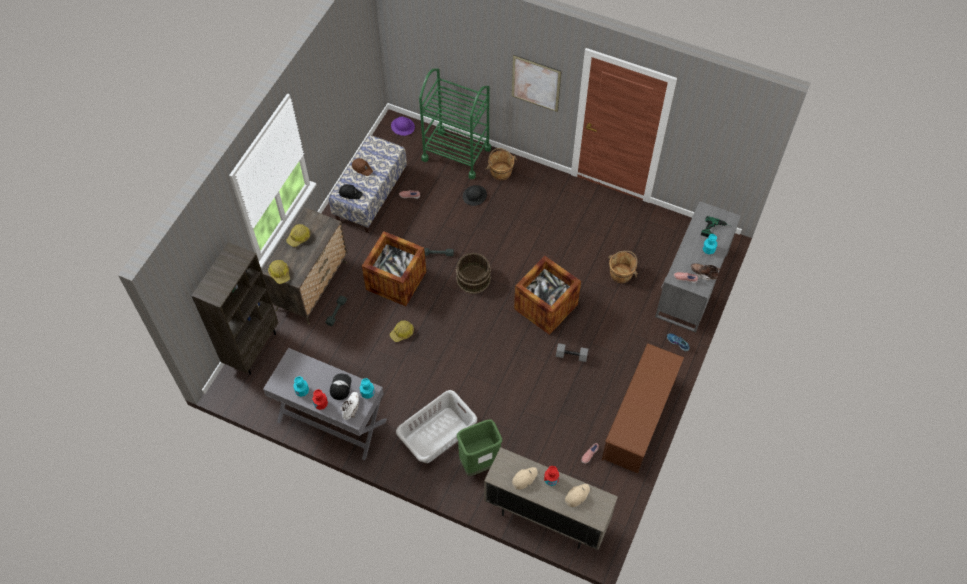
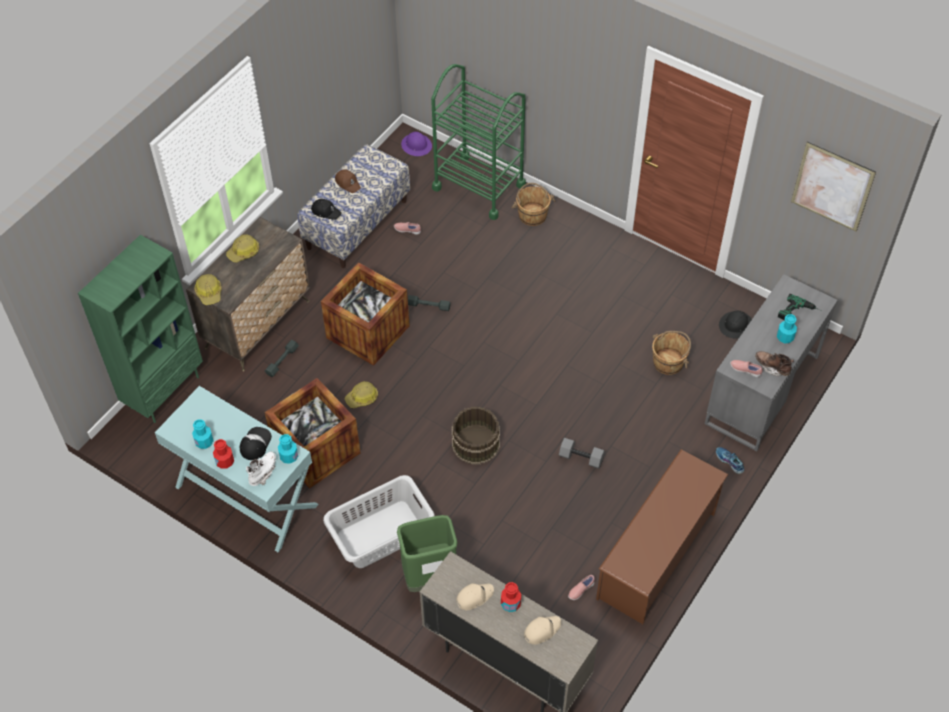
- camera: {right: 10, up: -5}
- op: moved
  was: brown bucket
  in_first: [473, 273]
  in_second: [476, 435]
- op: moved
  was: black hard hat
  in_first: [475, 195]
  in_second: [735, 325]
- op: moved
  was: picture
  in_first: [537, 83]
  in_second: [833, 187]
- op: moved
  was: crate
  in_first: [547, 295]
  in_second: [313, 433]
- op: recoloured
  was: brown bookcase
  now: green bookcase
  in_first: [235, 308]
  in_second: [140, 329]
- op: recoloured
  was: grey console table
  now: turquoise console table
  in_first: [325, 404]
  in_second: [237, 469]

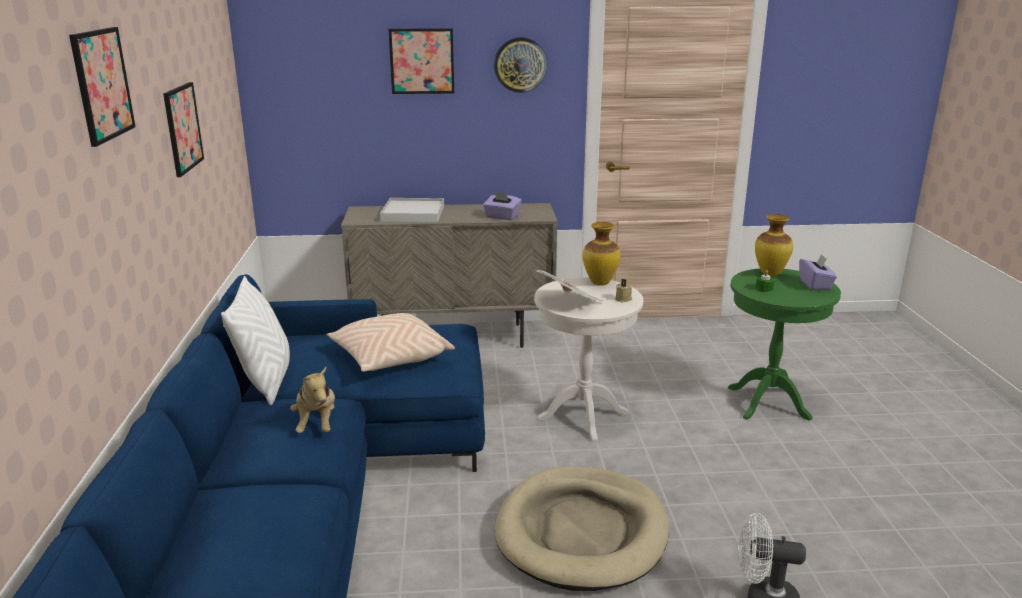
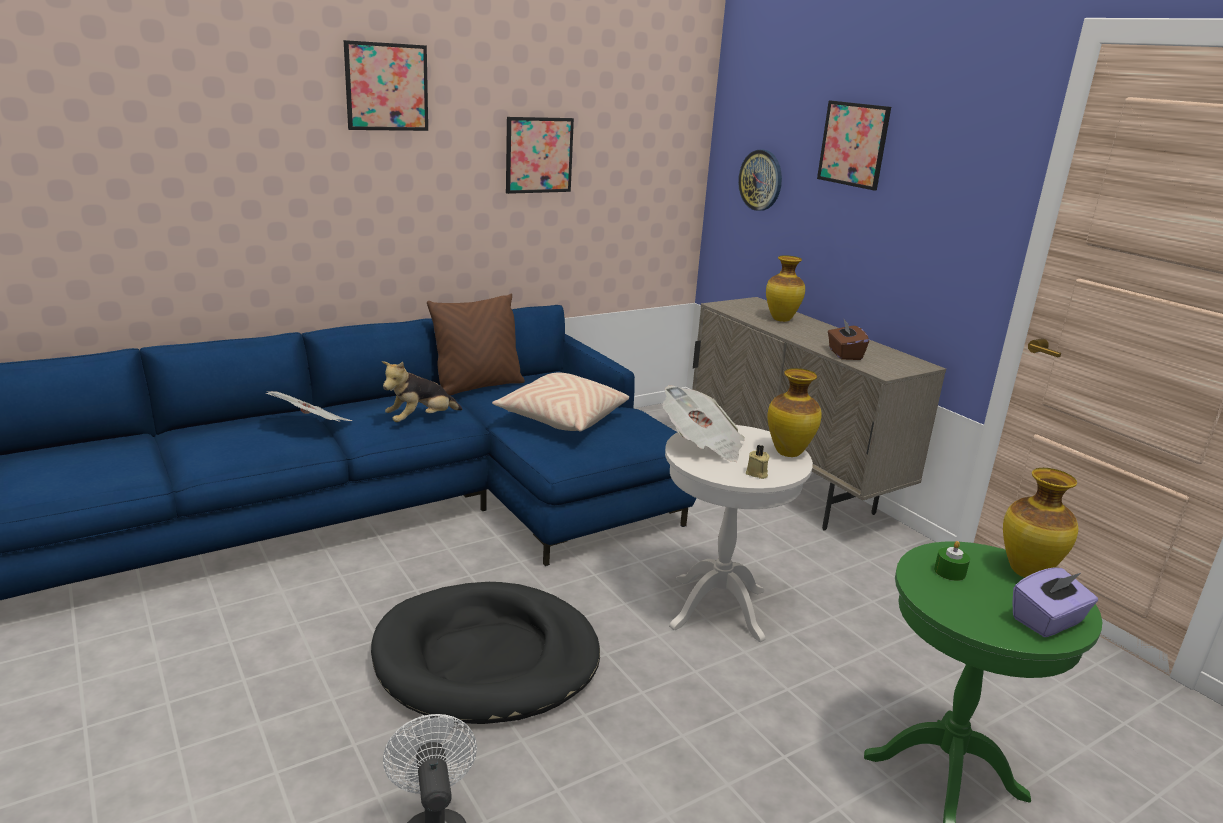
- camera: {right: 60, up: 0}
- op: added
  now: newspaper
  in_second: [309, 406]
- op: moved
  was: wall clock
  in_first: [521, 65]
  in_second: [760, 180]
- op: replaced
  was: white tray
  now: vase
  in_first: [412, 210]
  in_second: [785, 288]
- op: recoloured
  was: white pillow
  now: brown pillow
  in_first: [255, 340]
  in_second: [476, 344]
- op: recoloured
  was: purple tissue box
  now: brown tissue box
  in_first: [502, 205]
  in_second: [848, 339]
- op: recoloured
  was: beige dog bed
  now: black dog bed
  in_first: [582, 528]
  in_second: [485, 653]

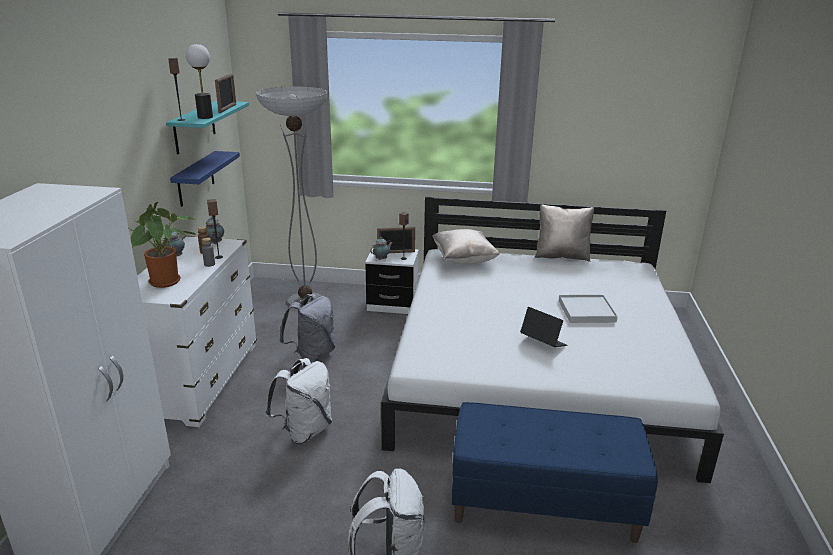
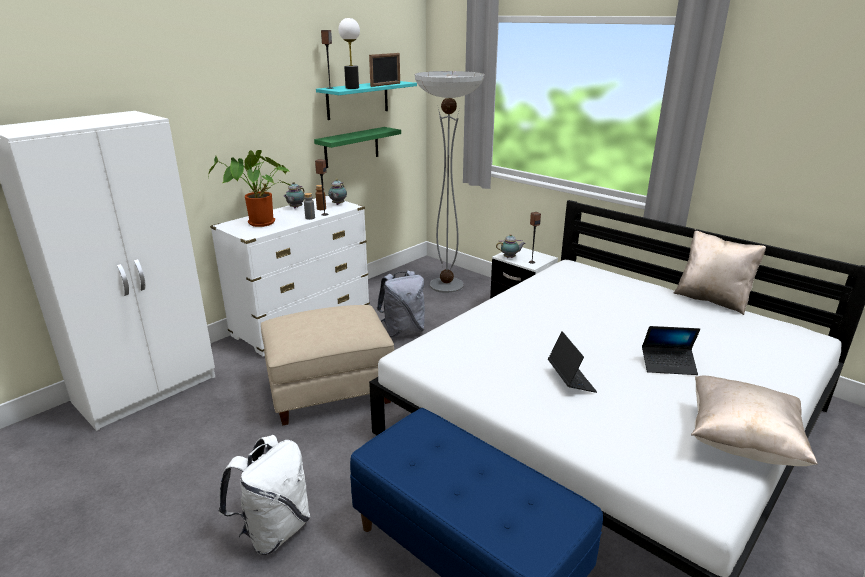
- camera: {right: 35, up: 0}
- op: removed
  was: picture frame
  in_first: [396, 240]
- op: moved
  was: beige pillow
  in_first: [466, 246]
  in_second: [754, 421]
- op: replaced
  was: white backpack
  now: beige ottoman
  in_first: [298, 401]
  in_second: [327, 365]
- op: replaced
  was: white tray
  now: laptop
  in_first: [588, 309]
  in_second: [671, 350]
- op: recoloured
  was: blue shelf
  now: green shelf
  in_first: [205, 179]
  in_second: [357, 147]

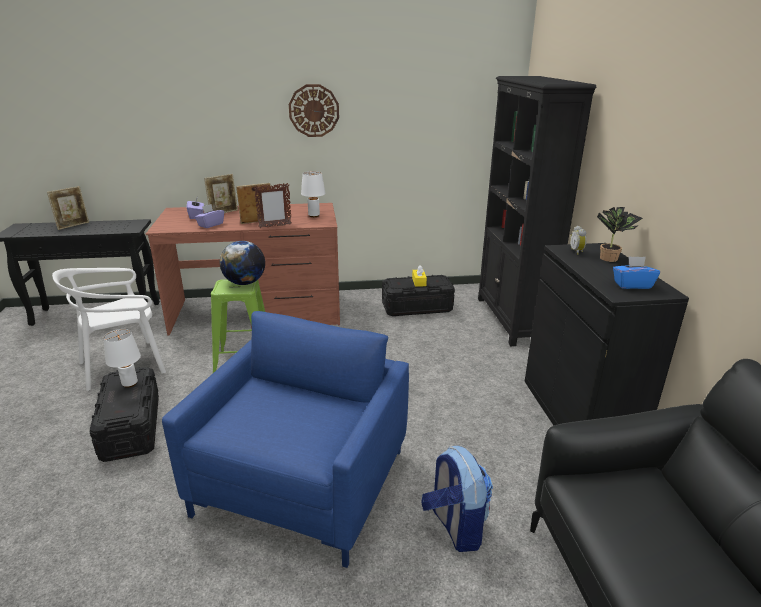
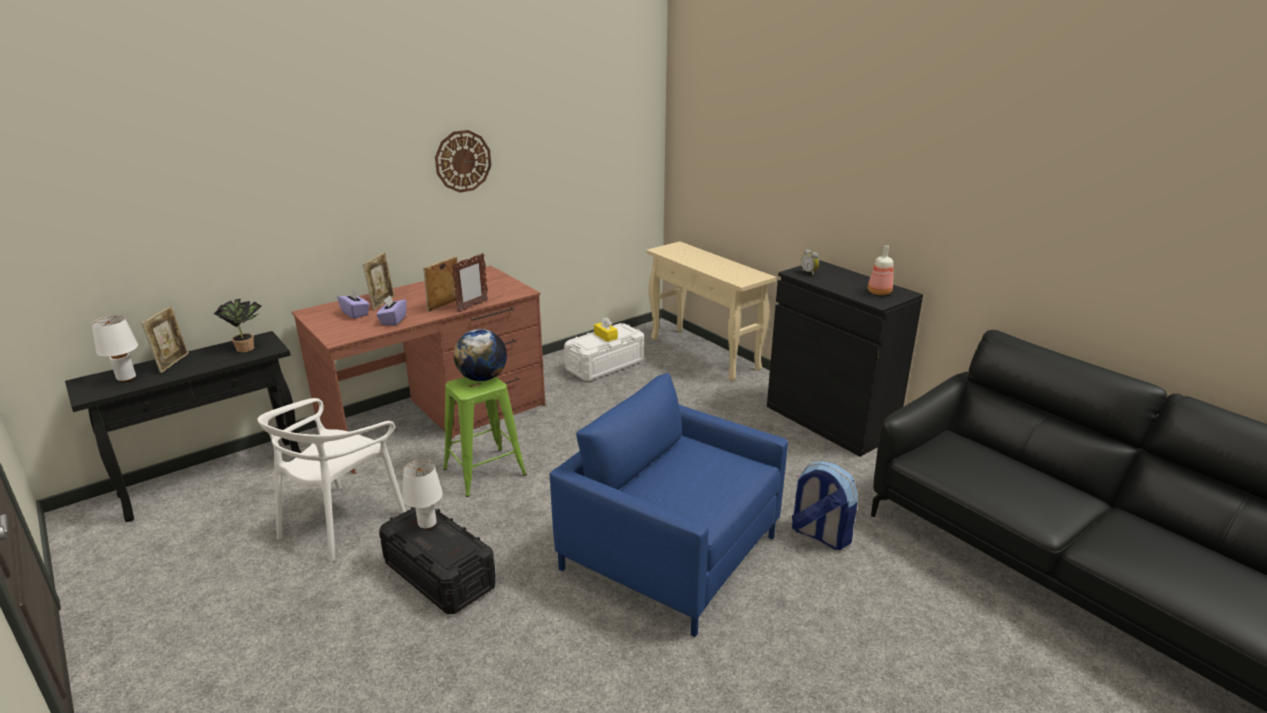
- camera: {right: -30, up: 0}
- op: moved
  was: white table lamp
  in_first: [313, 194]
  in_second: [115, 348]
- op: moved
  was: potted plant
  in_first: [620, 234]
  in_second: [237, 325]
- op: replaced
  was: black bookcase
  now: beige console table
  in_first: [537, 211]
  in_second: [711, 311]
- op: replaced
  was: blue tissue box
  now: bottle
  in_first: [636, 272]
  in_second: [880, 270]
- op: recoloured
  was: black storage box
  now: white storage box
  in_first: [418, 295]
  in_second: [604, 352]
- op: turned
  was: blue armchair
  in_first: [285, 439]
  in_second: [668, 505]
  clockwise: -45

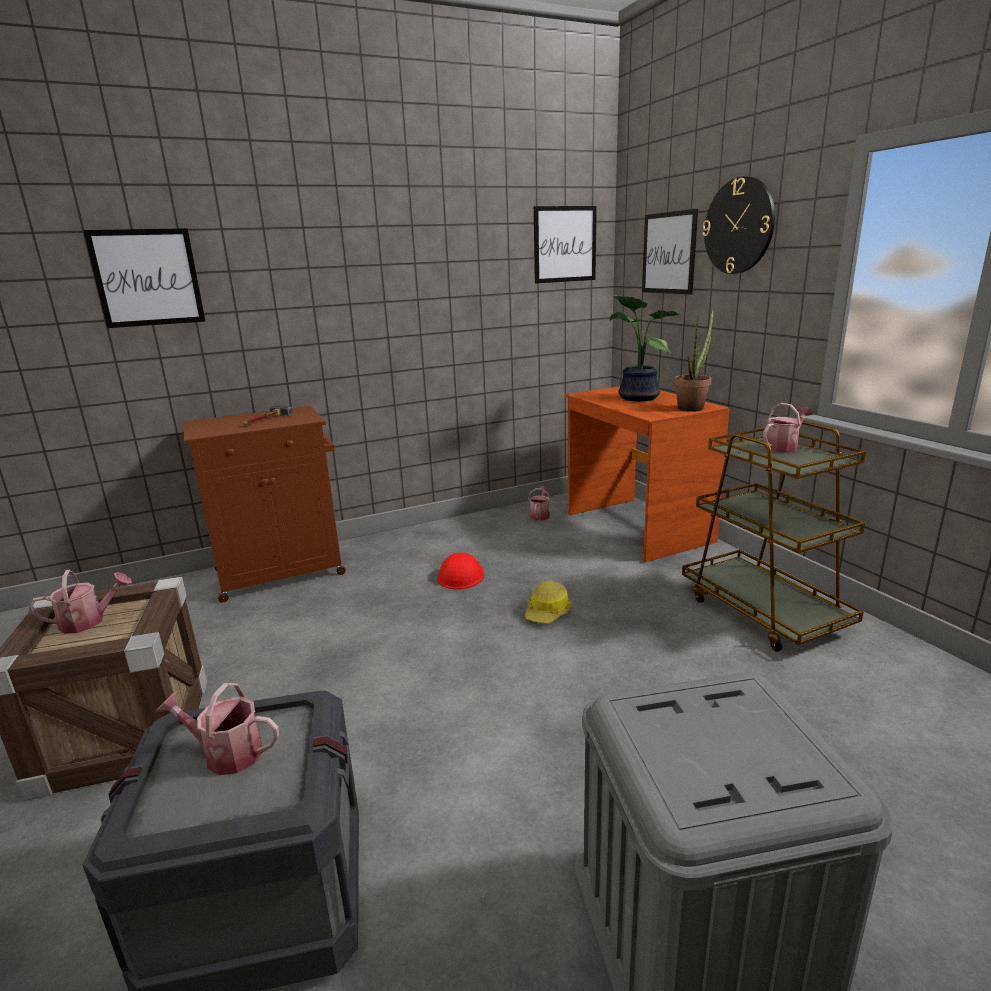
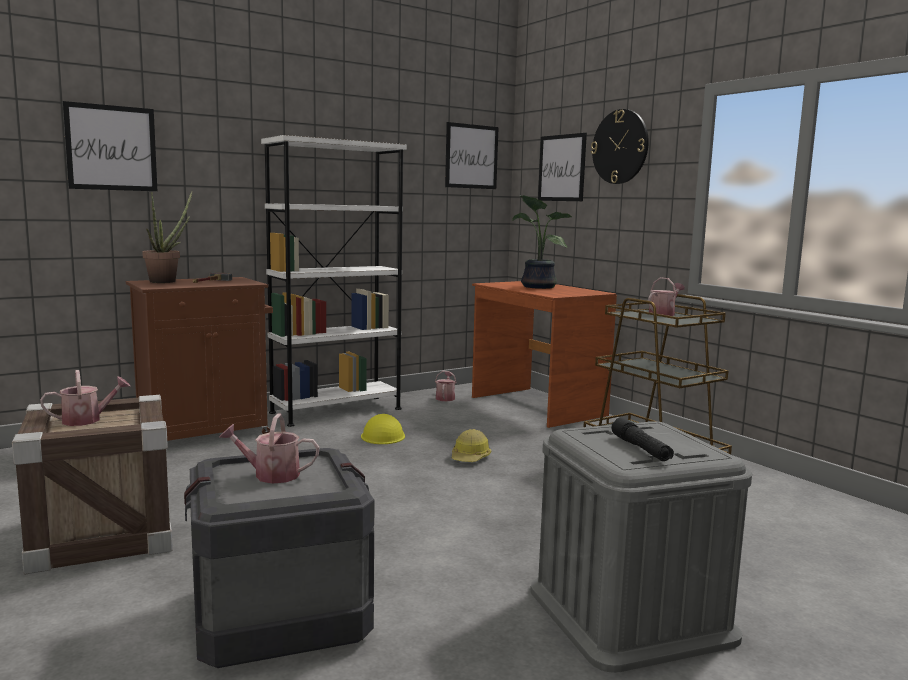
- camera: {right: -10, up: -10}
- op: added
  now: white bookcase
  in_second: [334, 281]
- op: added
  now: black flashlight
  in_second: [643, 439]
- op: moved
  was: potted plant
  in_first: [693, 360]
  in_second: [167, 237]
- op: recoloured
  was: red hard hat
  now: yellow hard hat
  in_first: [460, 570]
  in_second: [383, 429]

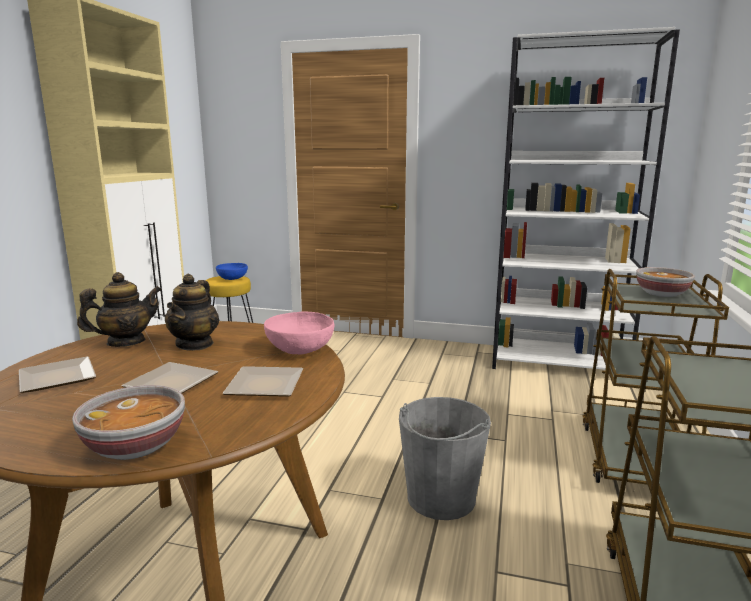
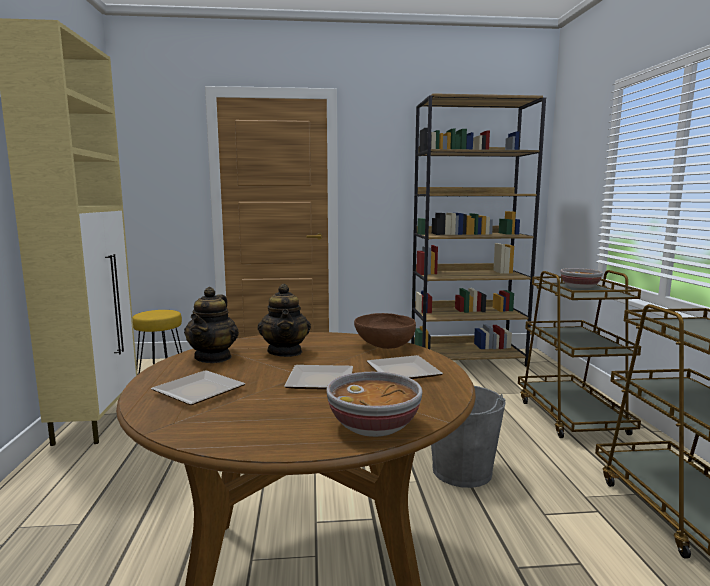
- camera: {right: -20, up: -5}
- op: removed
  was: blue bowl
  in_first: [232, 271]
- op: recoloured
  was: pink bowl
  now: brown bowl
  in_first: [299, 332]
  in_second: [385, 331]
- op: recoloured
  was: white bookcase
  now: brown bookcase
  in_first: [586, 198]
  in_second: [478, 230]
- op: turned
  was: teapot
  in_first: [119, 309]
  in_second: [211, 325]
  clockwise: 150

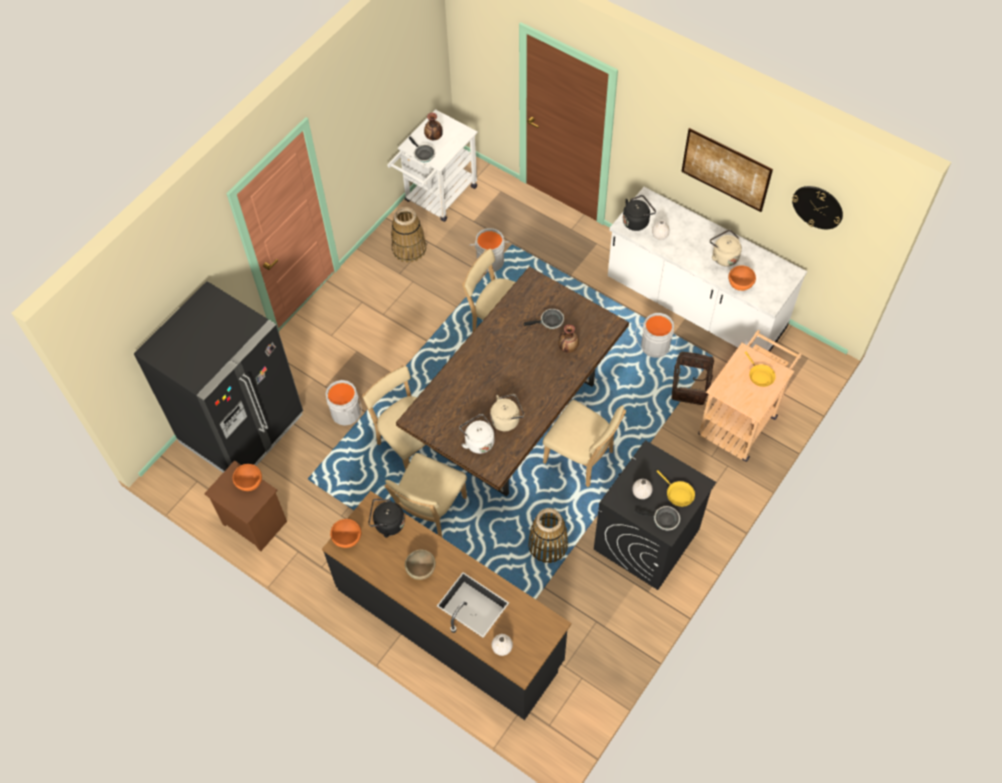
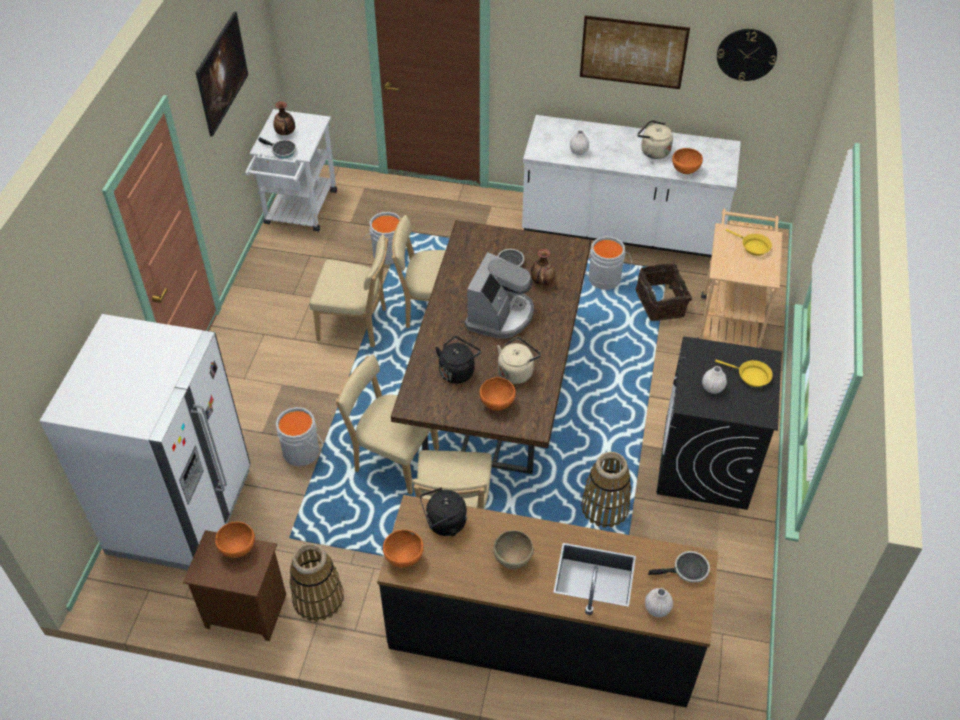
- camera: {right: -25, up: -10}
- op: added
  now: picture
  in_second: [222, 74]
- op: added
  now: coffee machine
  in_second: [499, 295]
- op: moved
  was: basket
  in_first: [408, 235]
  in_second: [317, 582]
- op: moved
  was: beige chair
  in_first: [584, 443]
  in_second: [349, 290]
- op: moved
  was: black kettle
  in_first: [639, 213]
  in_second: [458, 360]
- op: moved
  was: frying pan
  in_first: [657, 518]
  in_second: [679, 567]
- op: replaced
  was: white kettle
  now: orange bowl
  in_first: [477, 434]
  in_second: [498, 393]
- op: recoloured
  was: black fridge
  now: white fridge
  in_first: [218, 376]
  in_second: [145, 442]

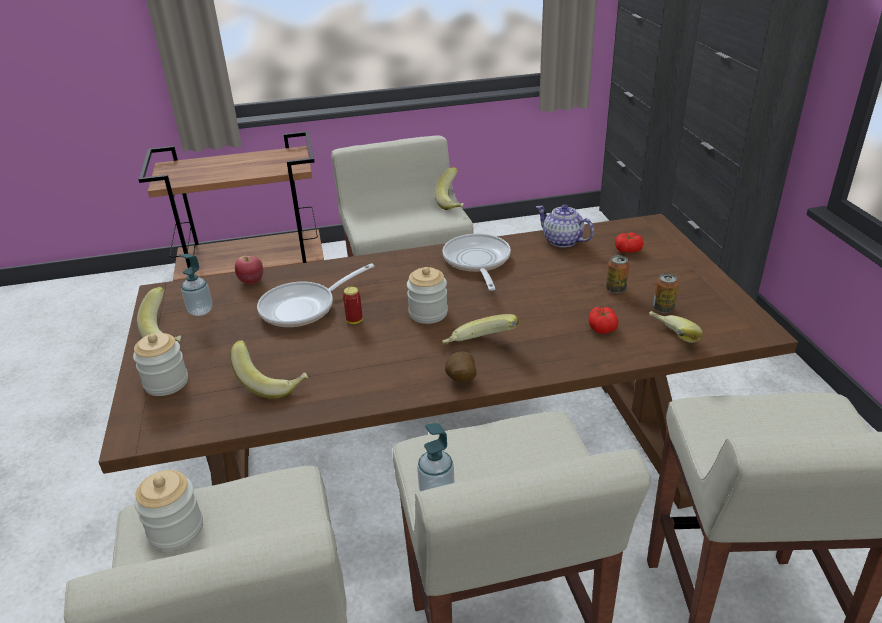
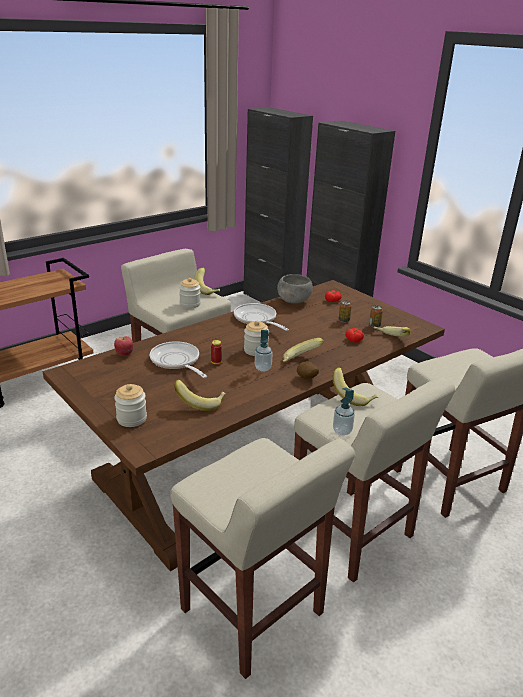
- camera: {right: -30, up: -5}
- op: moved
  was: jar
  in_first: [168, 510]
  in_second: [190, 293]
- op: moved
  was: banana
  in_first: [159, 314]
  in_second: [355, 386]
- op: moved
  was: soap dispenser
  in_first: [196, 285]
  in_second: [264, 350]
- op: replaced
  was: teapot
  now: grey bowl
  in_first: [565, 226]
  in_second: [295, 289]
- op: turned
  was: frying pan
  in_first: [315, 295]
  in_second: [178, 359]
  clockwise: 120

